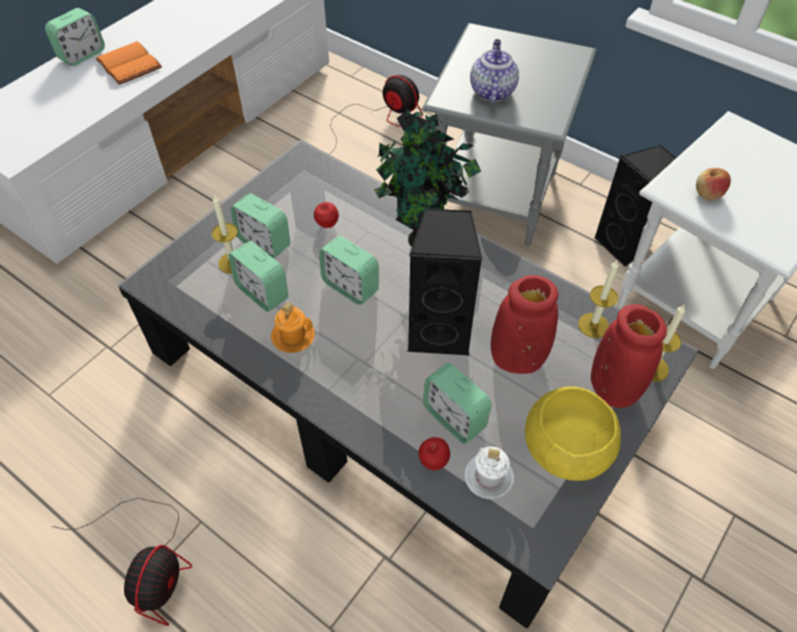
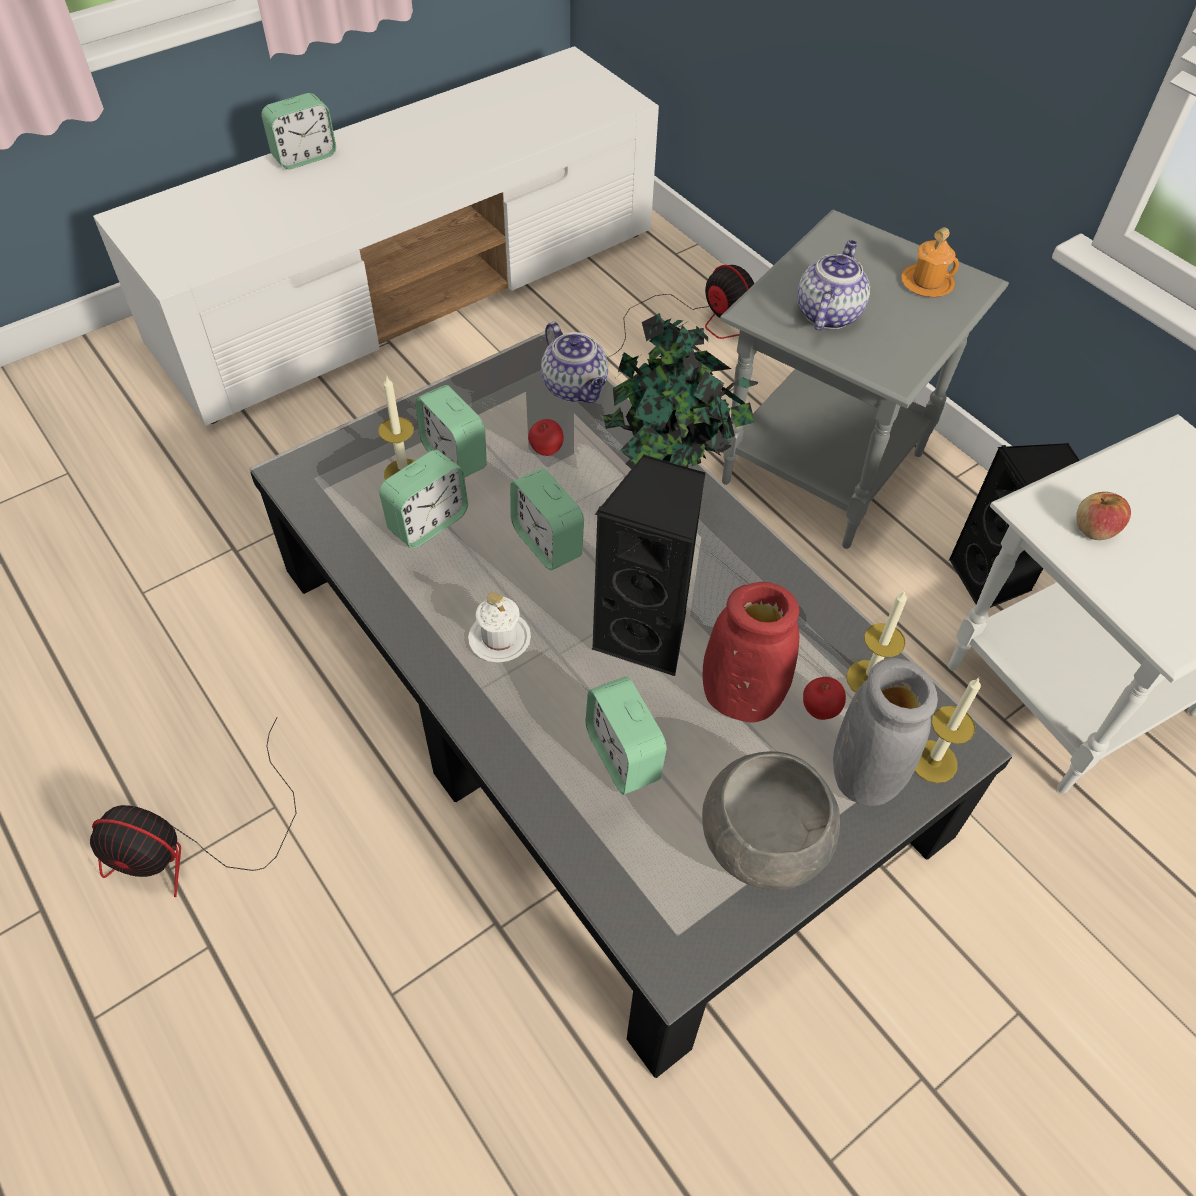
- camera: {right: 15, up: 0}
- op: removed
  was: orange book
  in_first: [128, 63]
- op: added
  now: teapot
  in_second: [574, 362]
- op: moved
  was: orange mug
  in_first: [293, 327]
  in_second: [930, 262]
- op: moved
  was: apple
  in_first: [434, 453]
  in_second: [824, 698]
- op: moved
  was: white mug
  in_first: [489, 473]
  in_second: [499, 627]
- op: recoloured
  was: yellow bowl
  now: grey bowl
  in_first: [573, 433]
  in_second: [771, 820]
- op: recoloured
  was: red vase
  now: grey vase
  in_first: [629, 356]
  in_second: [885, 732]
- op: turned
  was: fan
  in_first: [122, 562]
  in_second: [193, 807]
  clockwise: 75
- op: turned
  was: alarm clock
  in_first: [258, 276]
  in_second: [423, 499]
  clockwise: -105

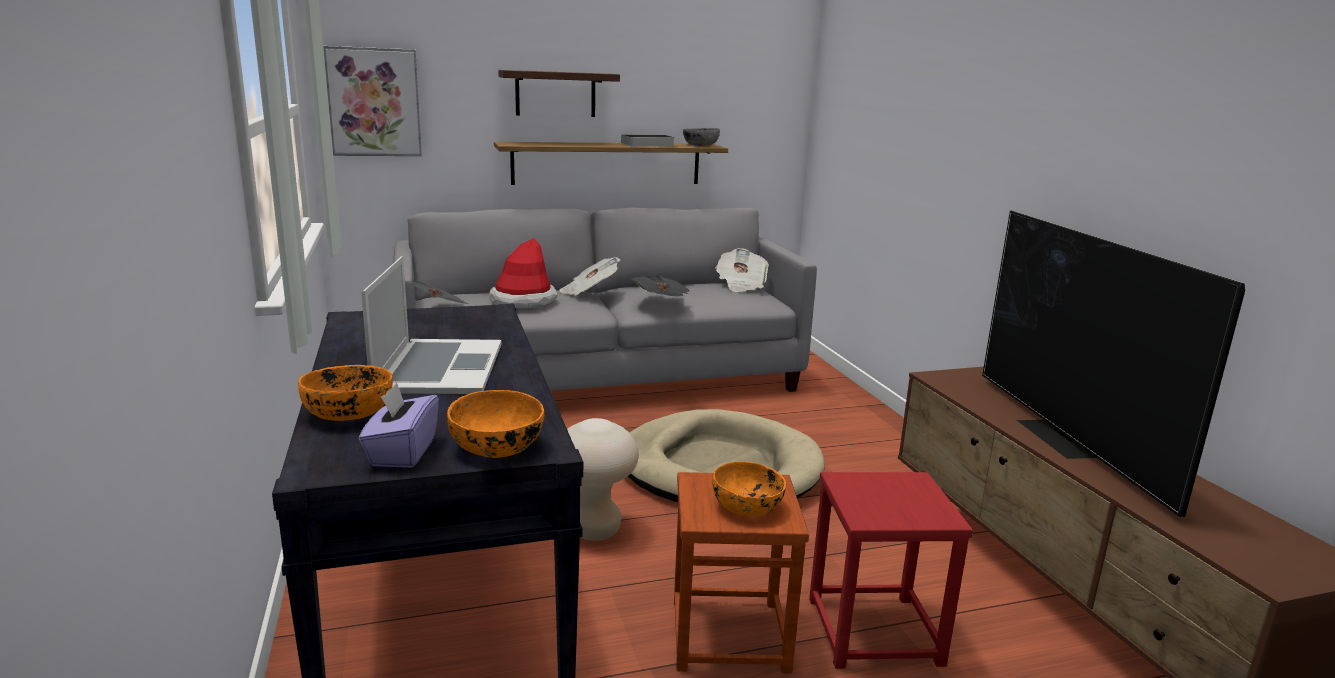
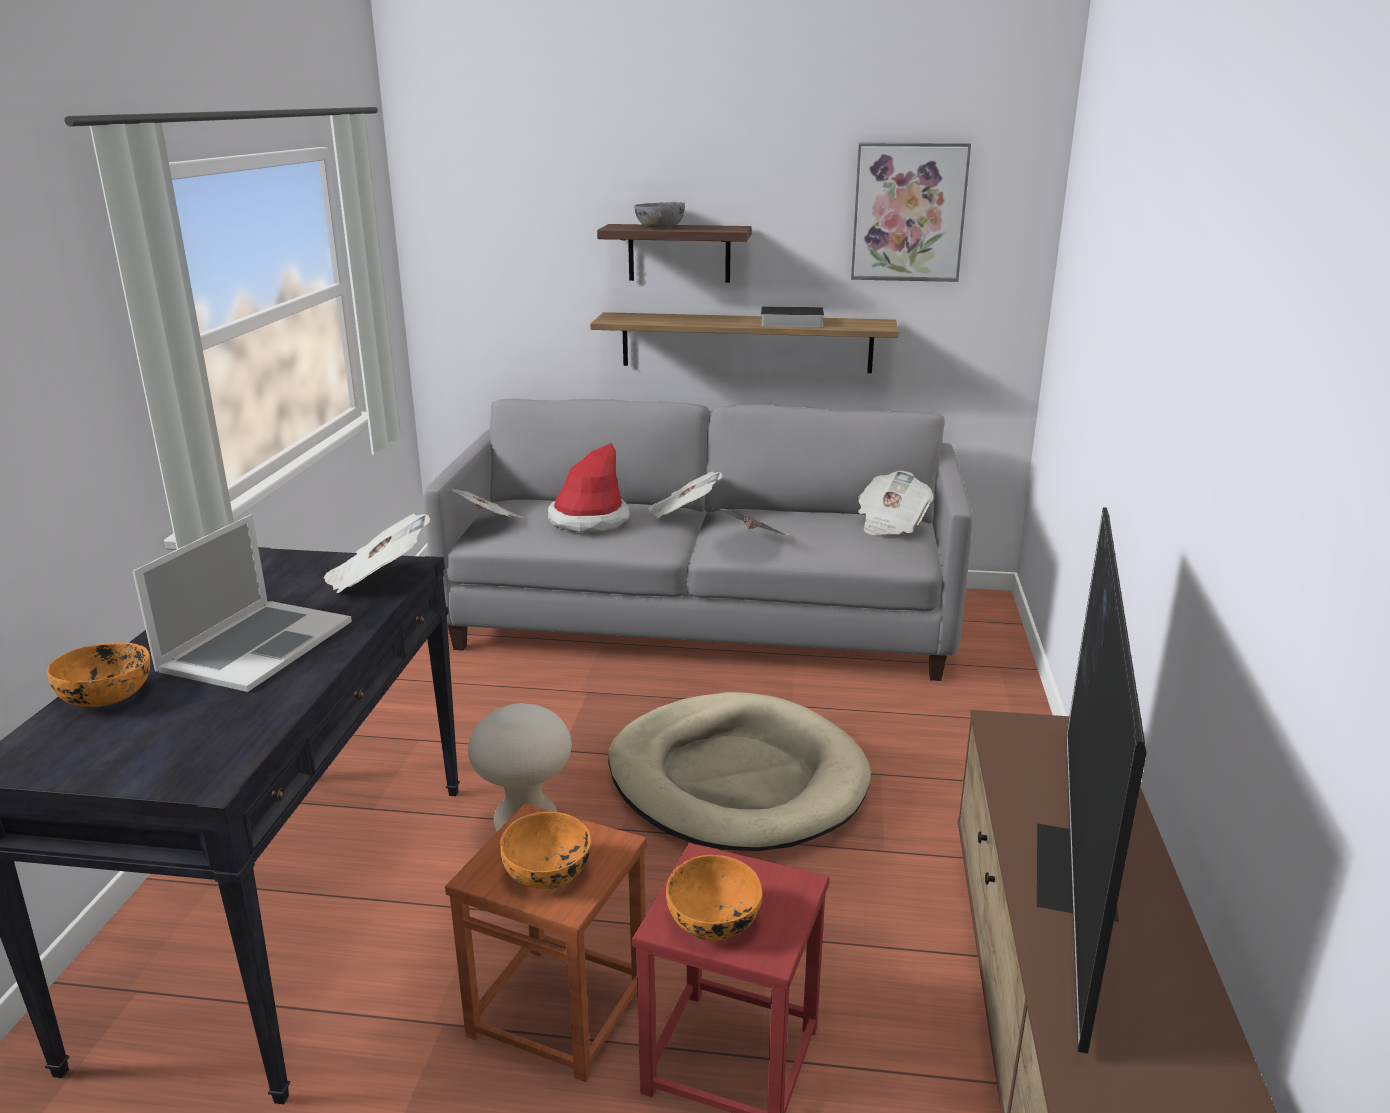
- camera: {right: 25, up: 5}
- op: removed
  was: purple tissue box
  in_first: [399, 425]
- op: added
  now: newspaper
  in_second: [377, 553]
- op: moved
  was: picture
  in_first: [372, 101]
  in_second: [911, 212]
- op: moved
  was: orange bowl
  in_first: [495, 424]
  in_second: [714, 898]
- op: moved
  was: grey bowl
  in_first: [701, 137]
  in_second: [659, 215]

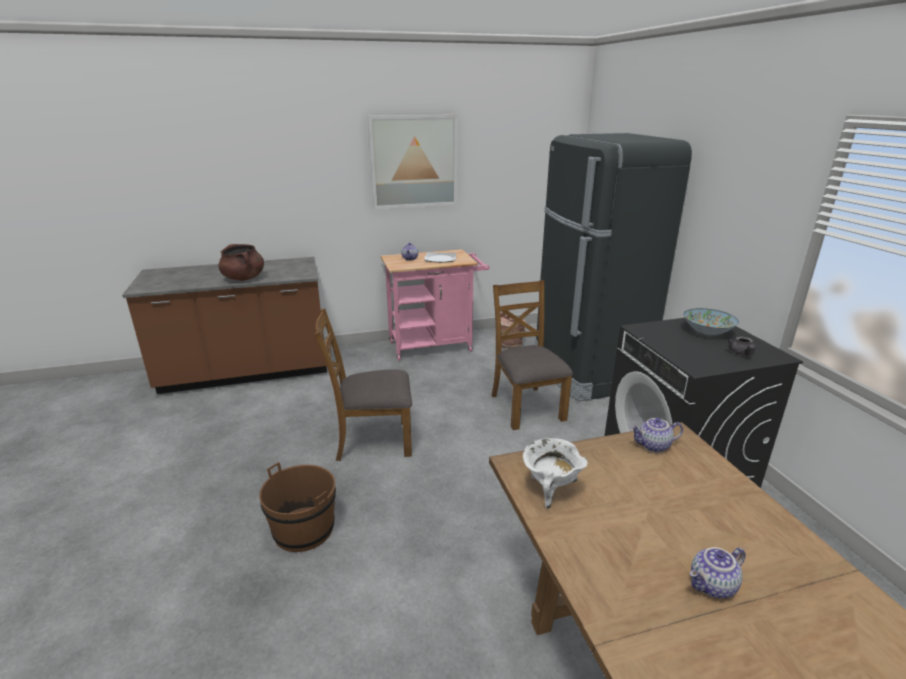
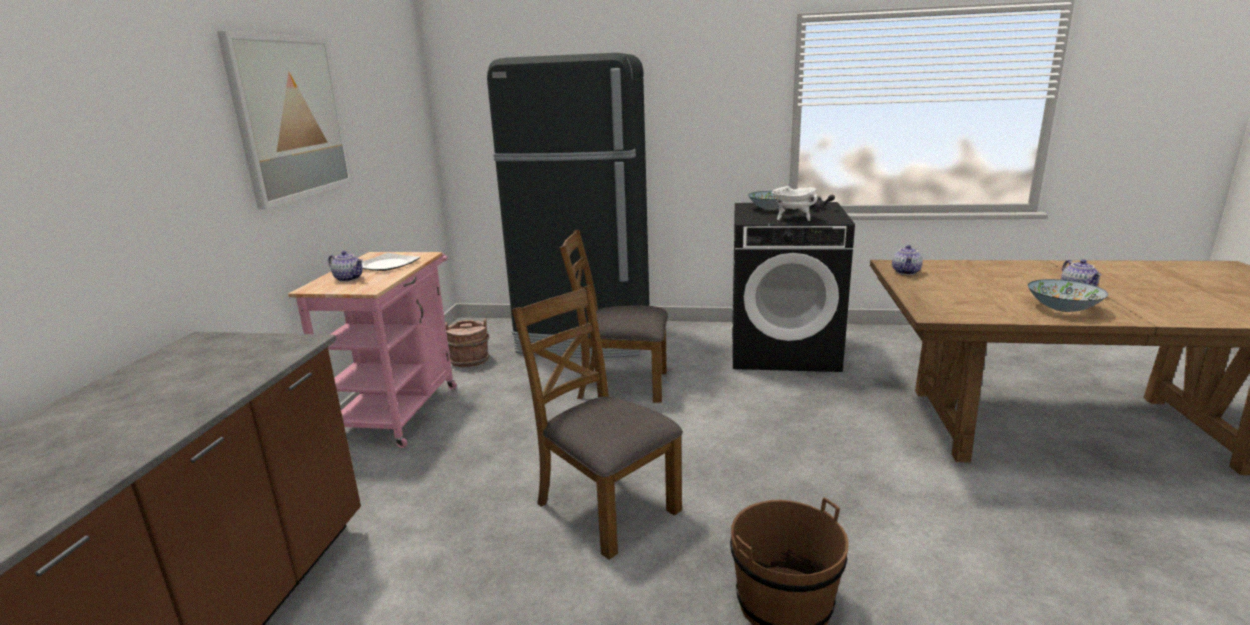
- camera: {right: -65, up: -5}
- op: removed
  was: brown cooking pot
  in_first: [241, 262]
- op: added
  now: bowl
  in_second: [1068, 295]
- op: moved
  was: white cooking pot
  in_first: [555, 473]
  in_second: [795, 203]
- op: turned
  was: brown chair
  in_first: [363, 384]
  in_second: [597, 422]
  clockwise: 120

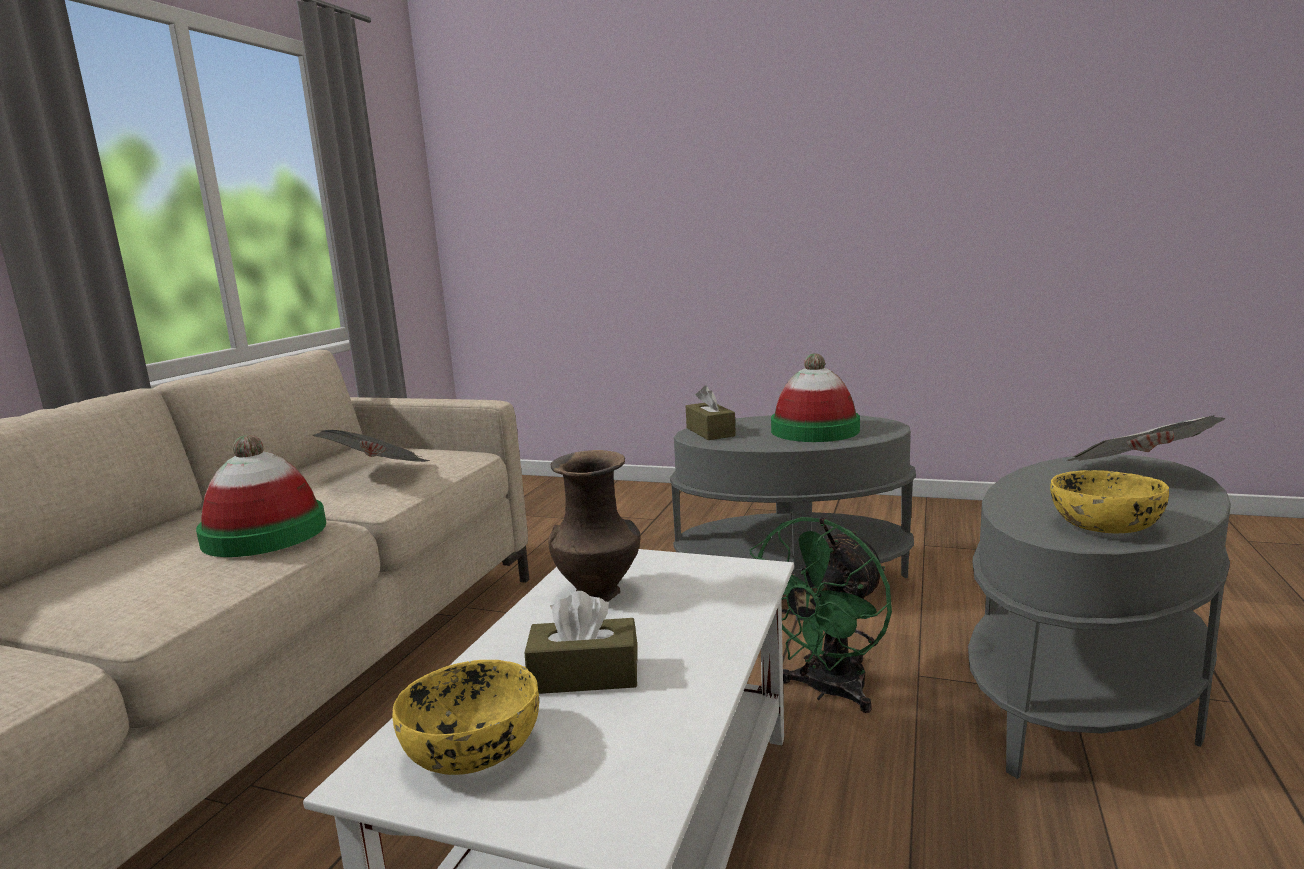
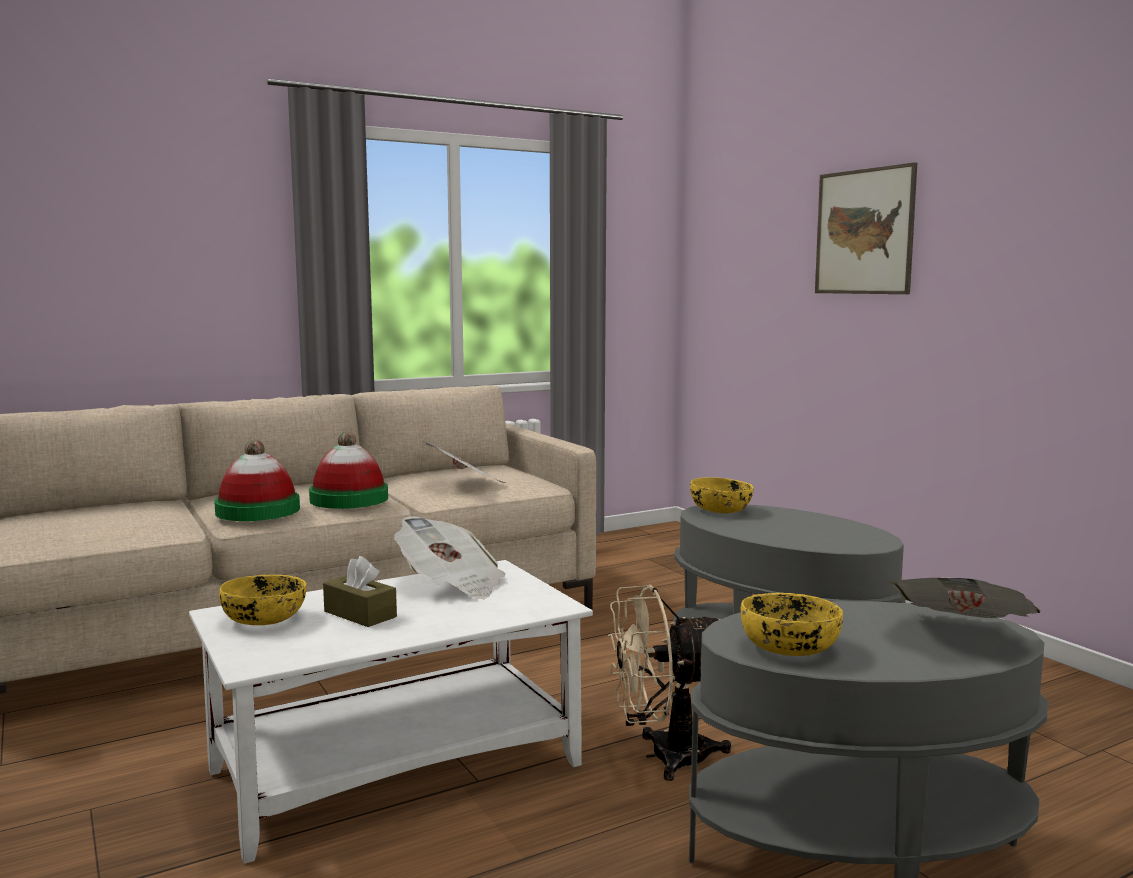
- camera: {right: 40, up: -5}
- op: added
  now: picture
  in_second: [866, 228]
- op: moved
  was: hat
  in_first: [815, 397]
  in_second: [257, 480]
- op: replaced
  was: brown vase
  now: newspaper
  in_first: [594, 526]
  in_second: [449, 557]
- op: replaced
  was: brown tissue box
  now: yellow bowl
  in_first: [711, 412]
  in_second: [722, 495]
- op: recoloured
  was: green fan
  now: beige fan
  in_first: [821, 615]
  in_second: [669, 683]

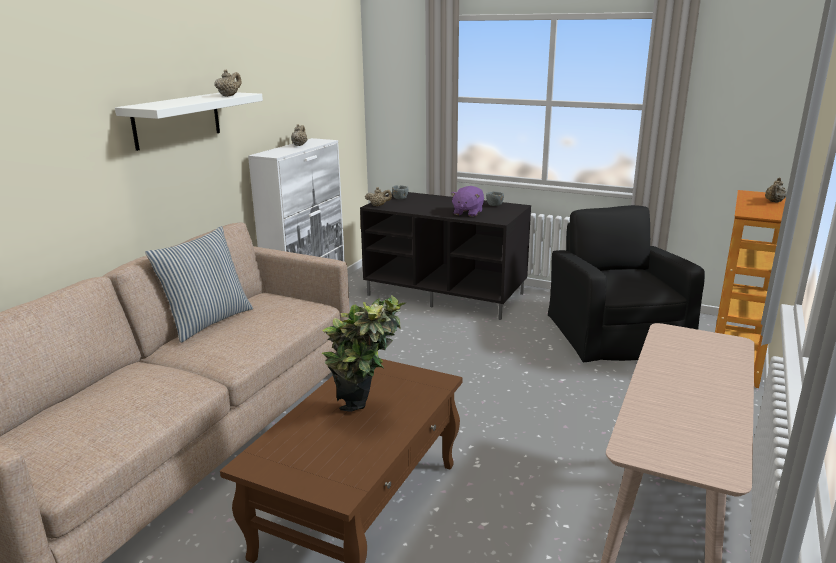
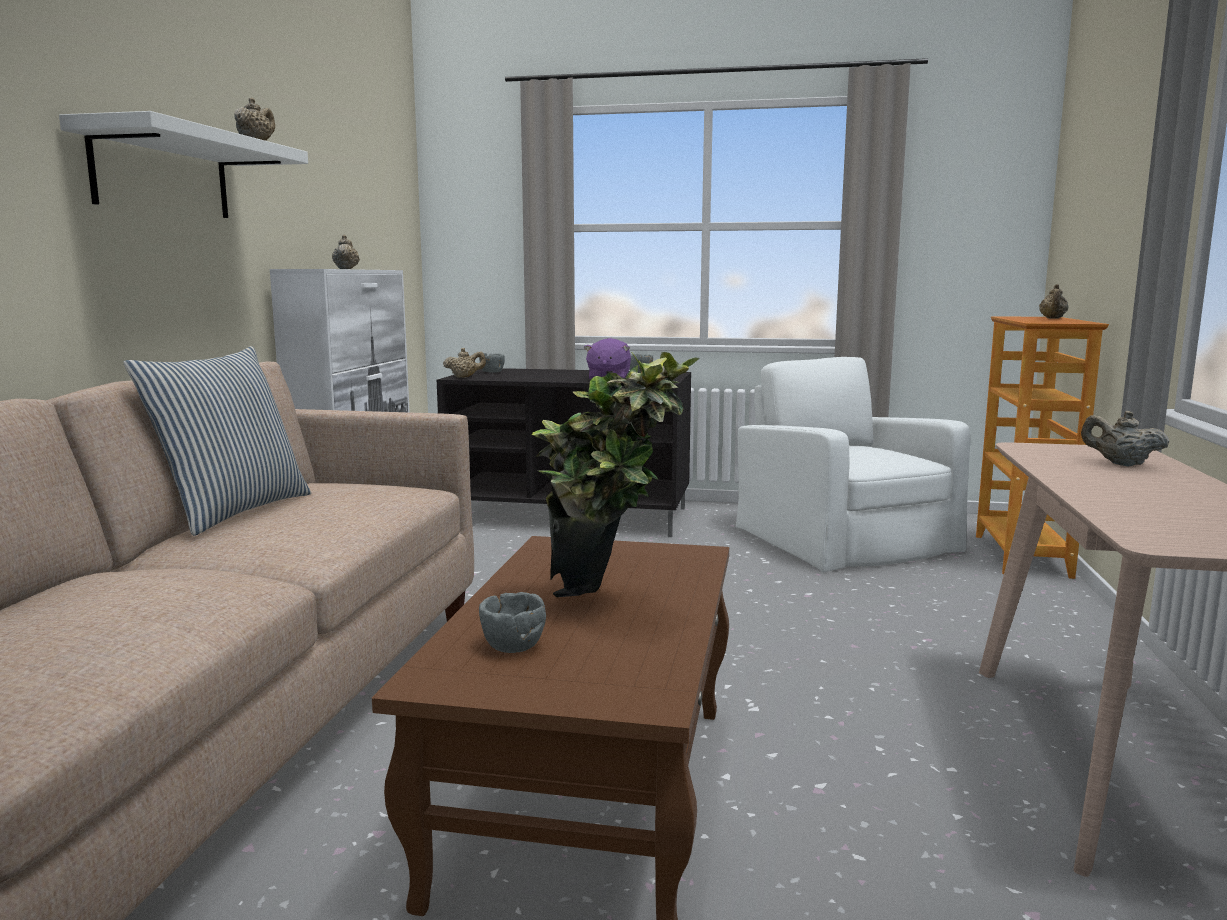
- camera: {right: -15, up: -10}
- op: added
  now: grey bowl
  in_second: [512, 622]
- op: added
  now: beige teapot
  in_second: [1125, 439]
- op: recoloured
  was: black armchair
  now: white armchair
  in_first: [626, 284]
  in_second: [853, 465]

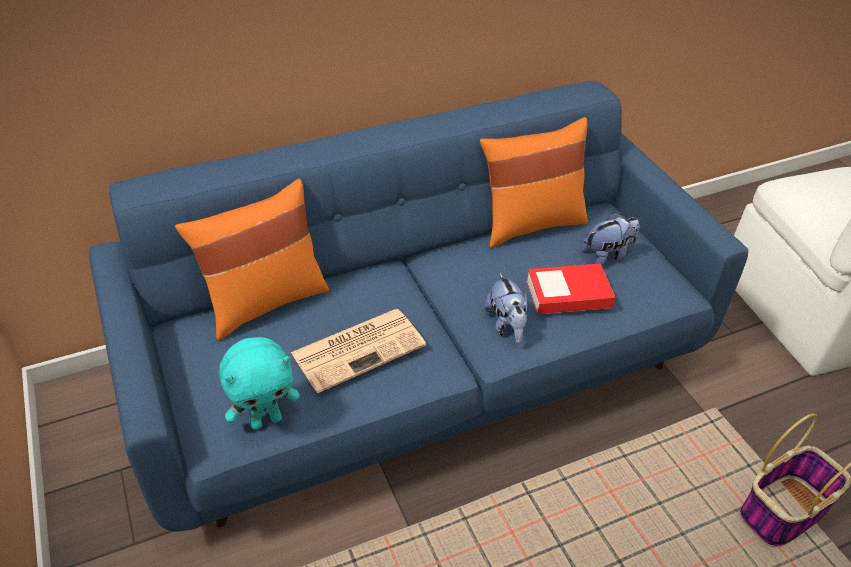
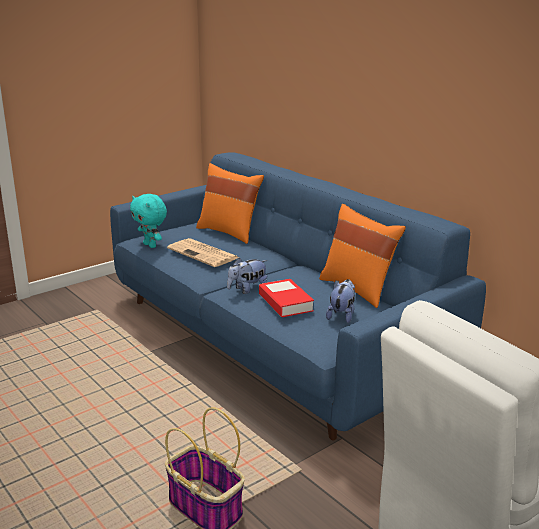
- camera: {right: 75, up: -20}
- op: turned
  was: plush toy
  in_first: [610, 239]
  in_second: [340, 301]
  clockwise: -120

